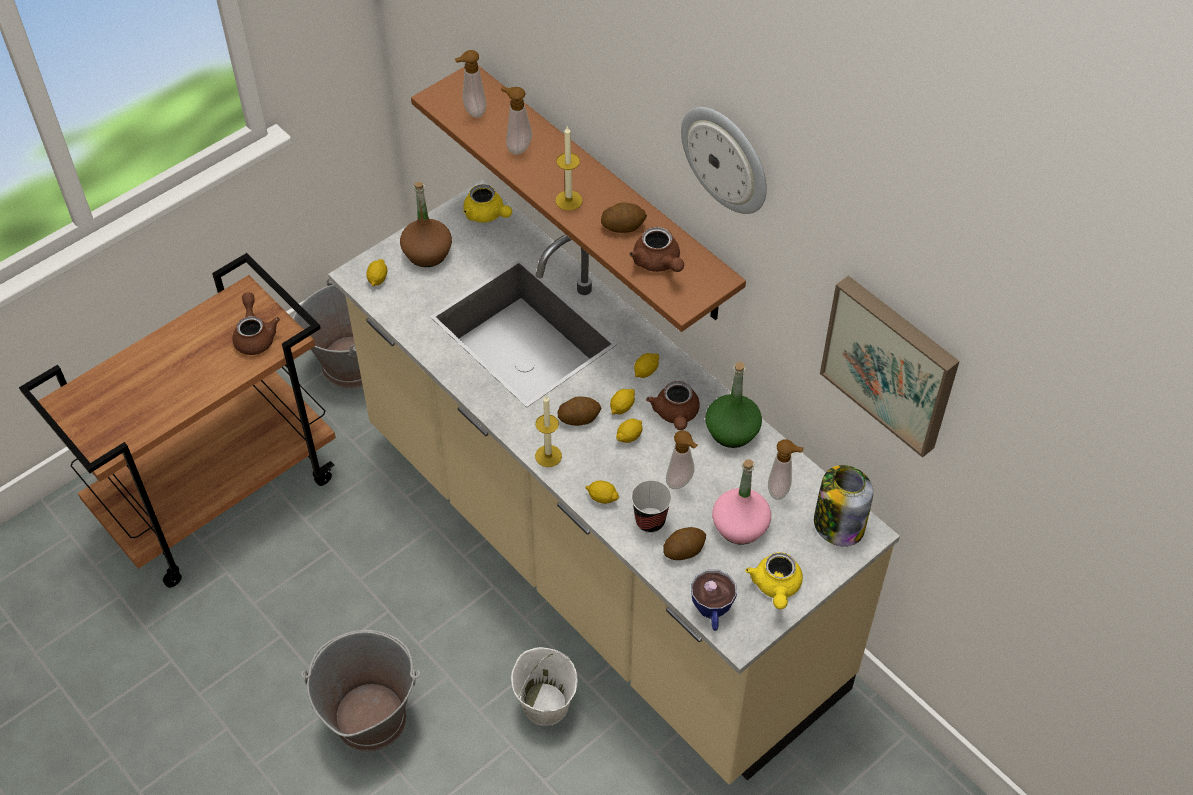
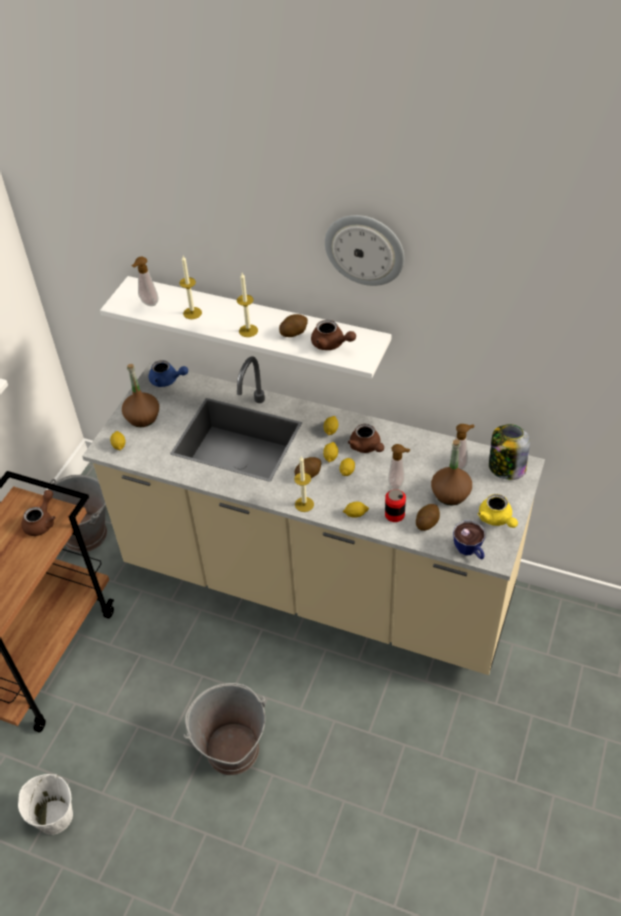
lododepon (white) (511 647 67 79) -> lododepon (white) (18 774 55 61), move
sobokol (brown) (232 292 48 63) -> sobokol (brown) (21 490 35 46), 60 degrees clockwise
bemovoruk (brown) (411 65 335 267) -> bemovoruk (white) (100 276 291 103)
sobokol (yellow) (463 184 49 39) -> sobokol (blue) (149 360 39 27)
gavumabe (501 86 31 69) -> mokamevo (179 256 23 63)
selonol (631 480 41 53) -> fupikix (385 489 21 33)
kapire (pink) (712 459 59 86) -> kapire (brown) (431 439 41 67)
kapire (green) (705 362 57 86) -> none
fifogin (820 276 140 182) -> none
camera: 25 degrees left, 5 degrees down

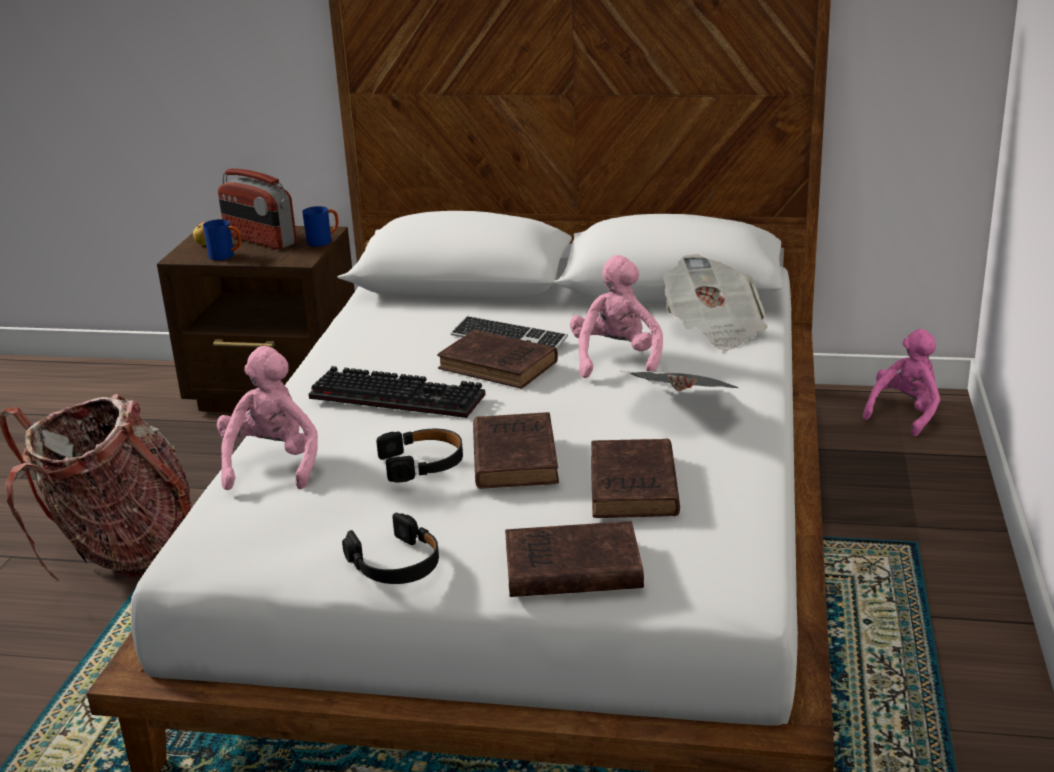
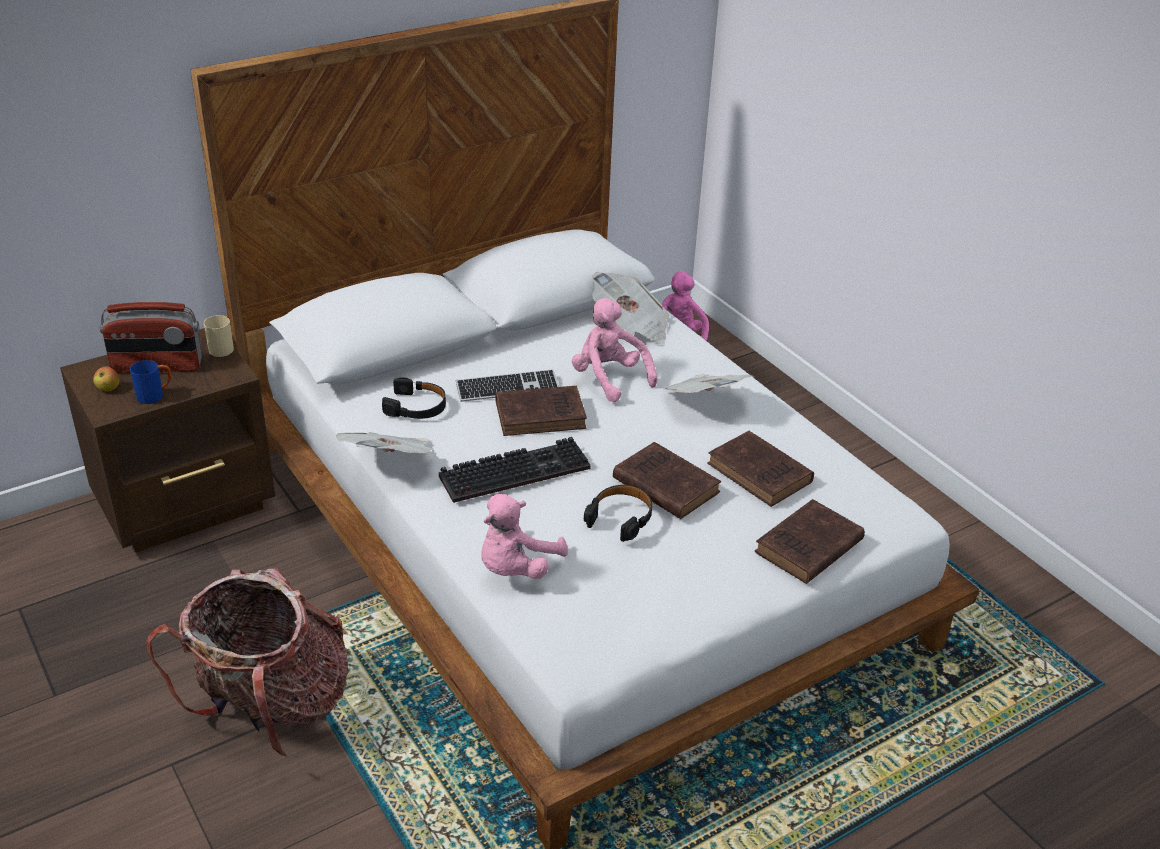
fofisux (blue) (302 206 37 41) -> fofisux (beige) (204 315 30 42)
none -> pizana (336 432 98 22)
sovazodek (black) (342 513 97 71) -> sovazodek (black) (382 378 64 41), move
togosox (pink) (217 346 101 144) -> togosox (pink) (481 494 87 85), 105 degrees counterclockwise
camera: 45 degrees left, 10 degrees up

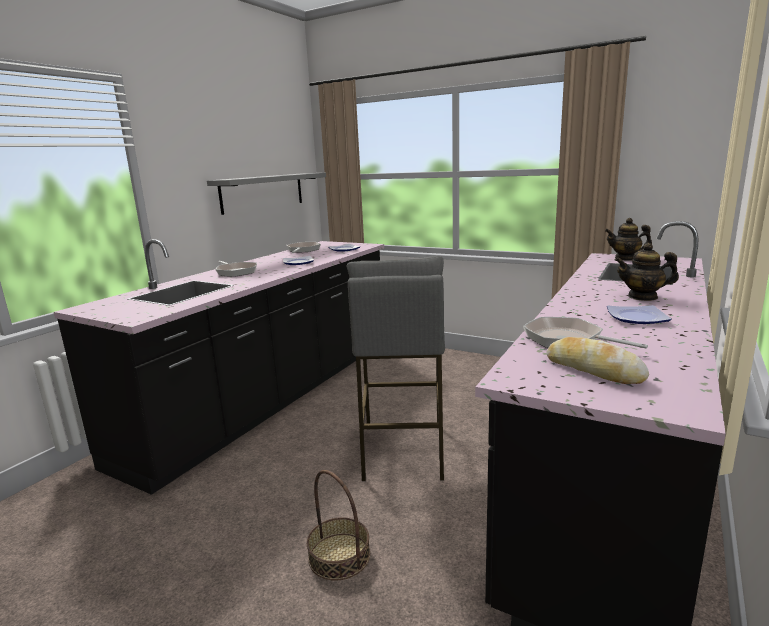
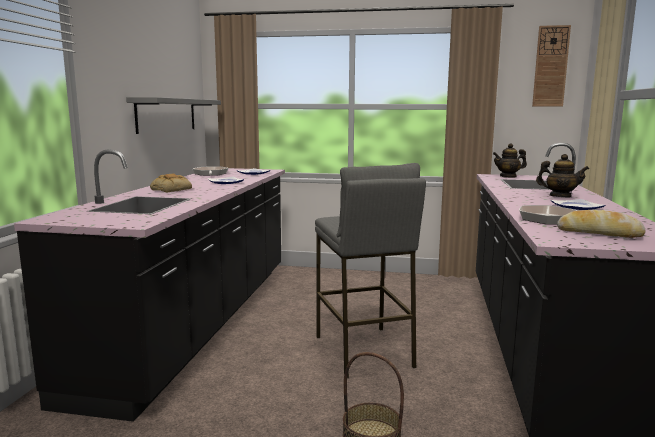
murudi (216 261 41 16) -> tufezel (150 174 42 18)
none -> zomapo (532 25 39 81)
sobokol (614 243 65 58) -> sobokol (536 154 53 43), 150 degrees counterclockwise
camera: 20 degrees left, 5 degrees down

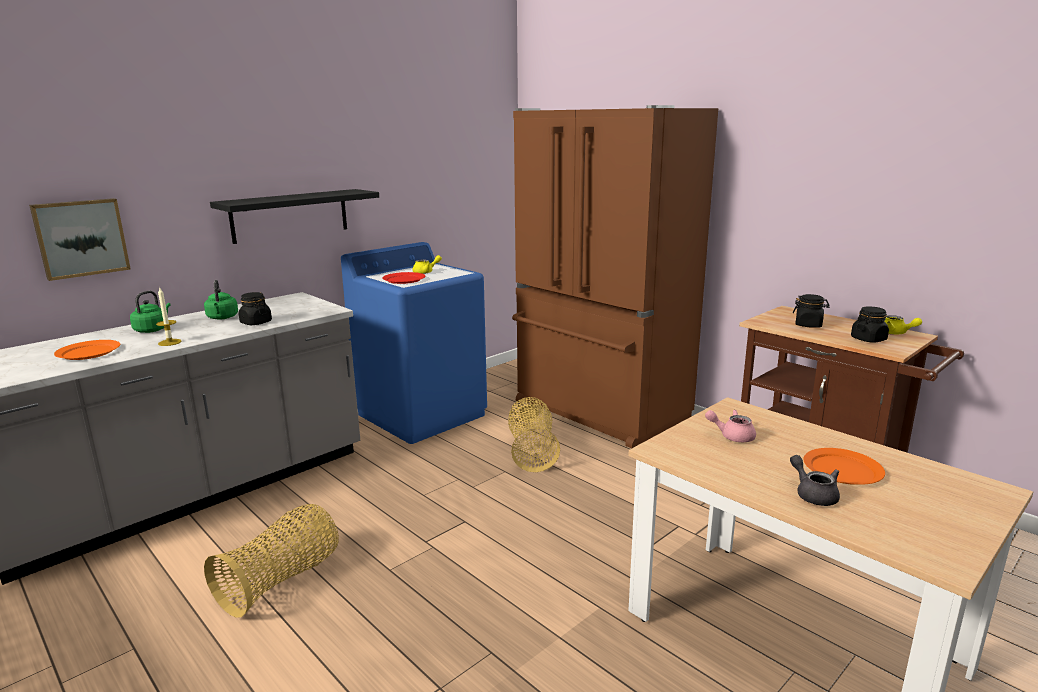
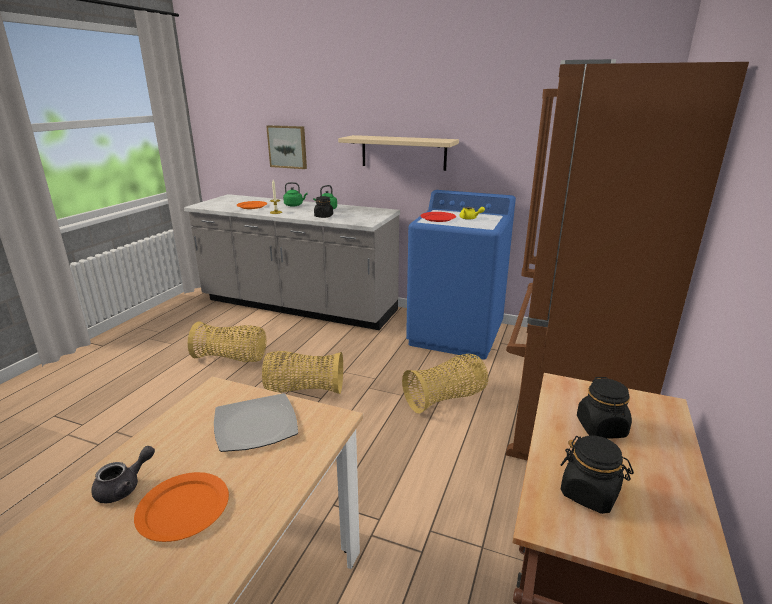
sobokol (pink) (705 410 51 32) -> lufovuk (214 393 84 59)
none -> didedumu (262 351 81 43)
bemovoruk (black) (210 189 169 55) -> bemovoruk (beige) (338 135 121 36)
sobokol (yellow) (884 315 38 20) -> none
camera: 65 degrees right, 5 degrees up

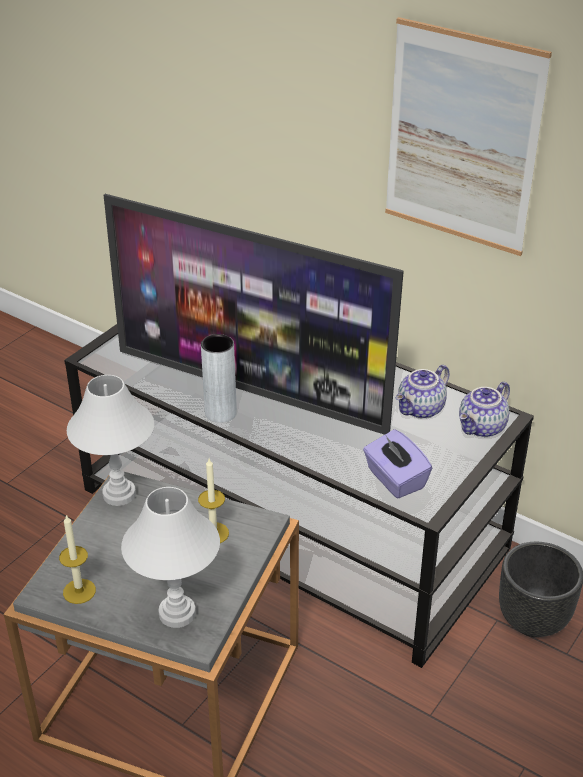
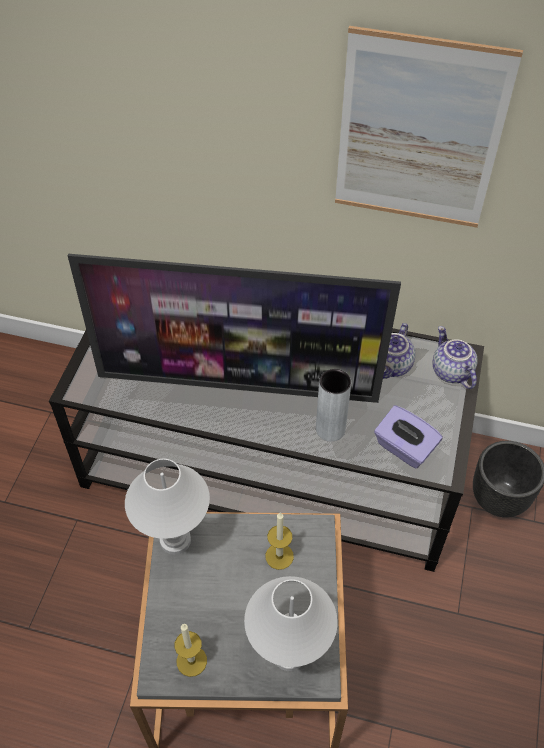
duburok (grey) (201 334 36 89) -> duburok (grey) (316 369 35 73), move
sobokol (459 382 51 56) -> sobokol (432 326 46 63), 135 degrees clockwise
camera: 20 degrees left, 15 degrees up

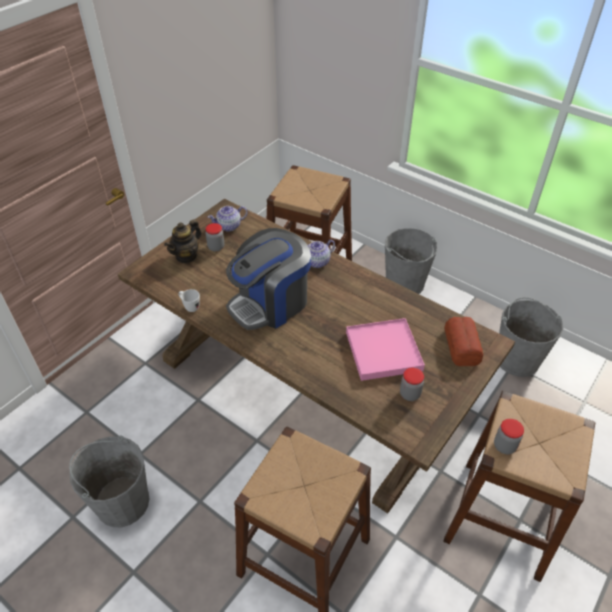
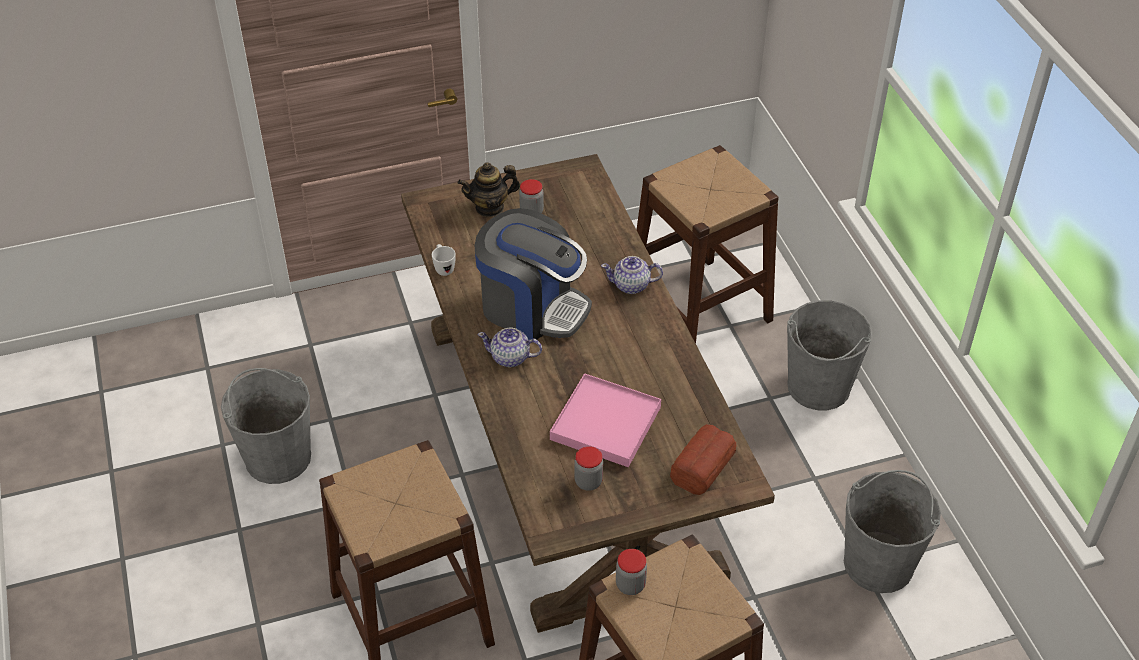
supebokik (226 228 85 102) -> supebokik (474 208 118 132), 150 degrees counterclockwise
sobokol (208 206 40 25) -> sobokol (478 328 64 39), move
camera: 35 degrees right, 0 degrees up

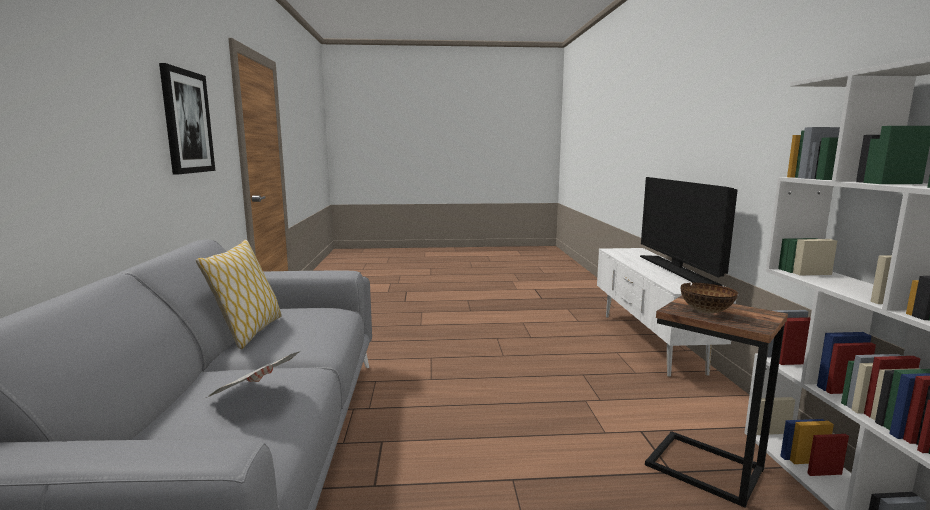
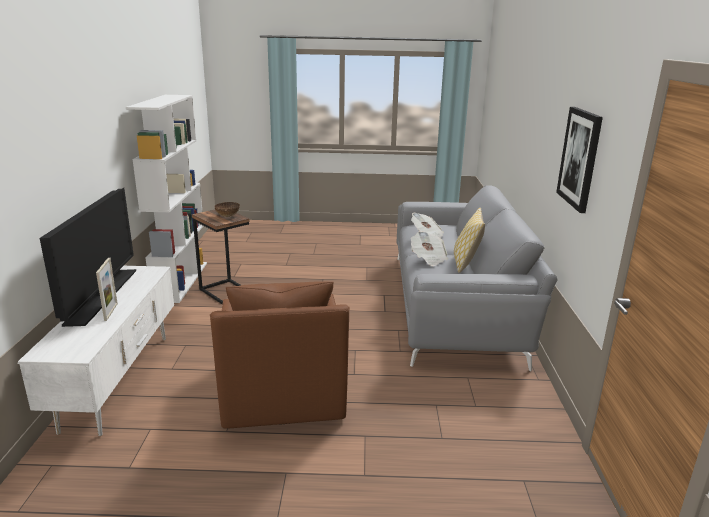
none -> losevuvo (96 258 22 63)
none -> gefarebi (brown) (210 281 140 148)
none -> pizana (411 231 37 35)
camera: 175 degrees left, 10 degrees up

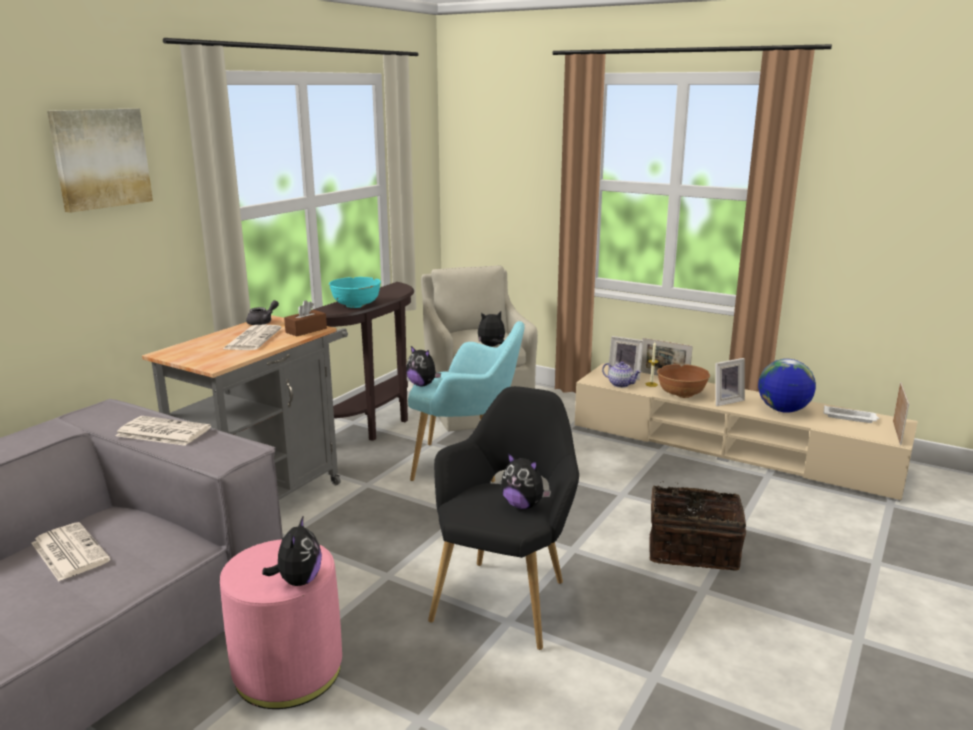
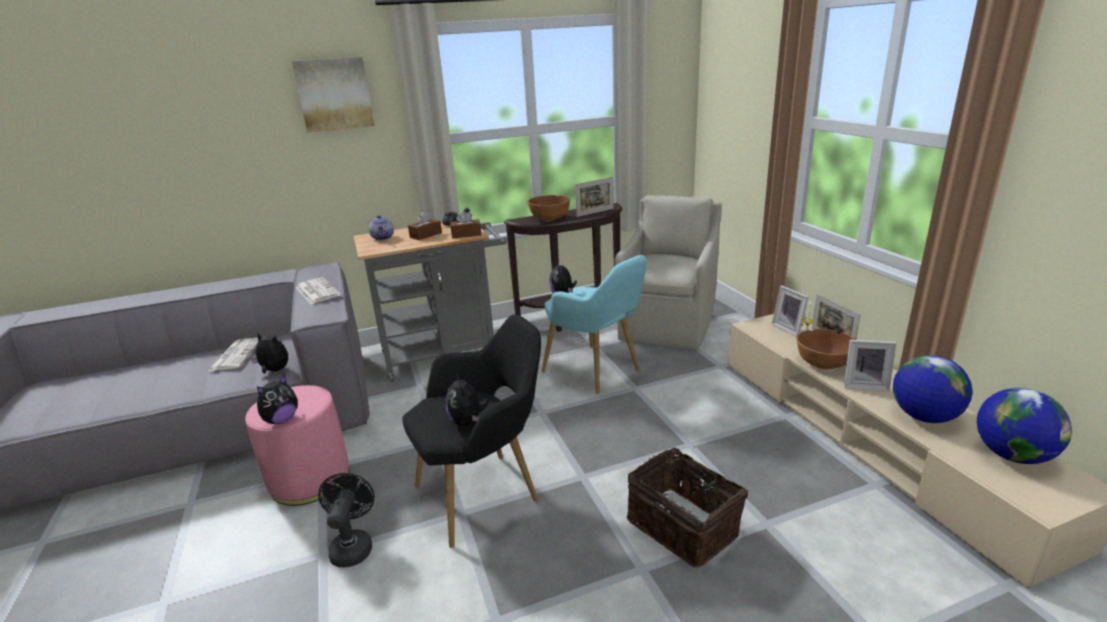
togosox (478 311 27 35) -> togosox (251 333 37 40), move
none -> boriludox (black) (318 473 57 94)
sobokol (602 361 39 27) -> sobokol (369 215 25 25), move
pizana (223 325 59 25) -> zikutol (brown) (408 211 34 29)
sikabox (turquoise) (329 277 52 31) -> sikabox (brown) (527 195 43 27)
losevuvo (893 382 16 63) -> losevuvo (575 177 39 40), move
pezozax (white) (824 405 55 18) -> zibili (977 388 95 76)
camera: 40 degrees right, 5 degrees up

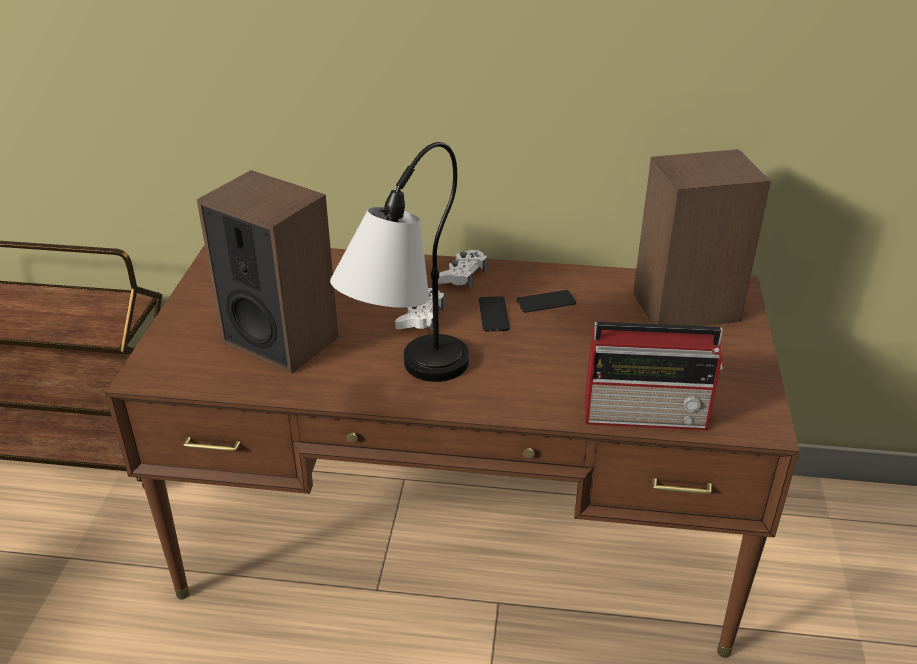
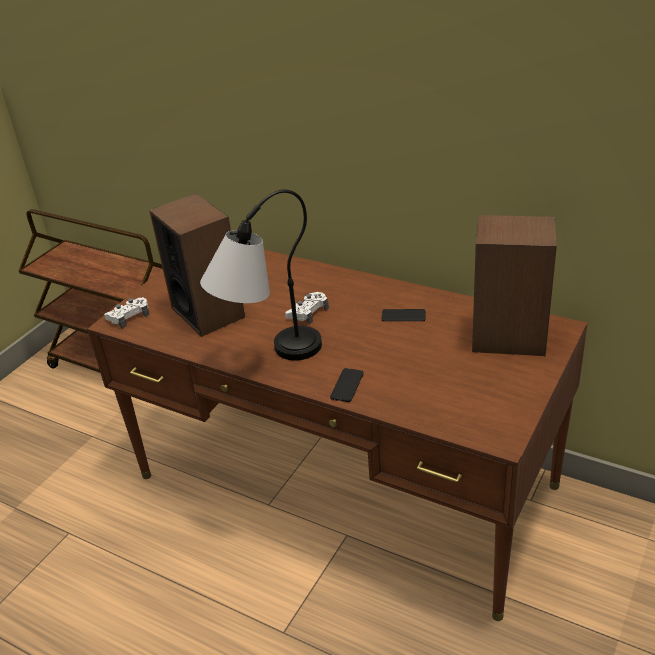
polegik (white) (438 250 50 40) -> polegik (white) (104 297 45 31), move
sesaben (479 296 31 35) -> sesaben (330 368 34 34), move
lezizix (585 322 138 108) -> none
camera: 25 degrees right, 0 degrees up

